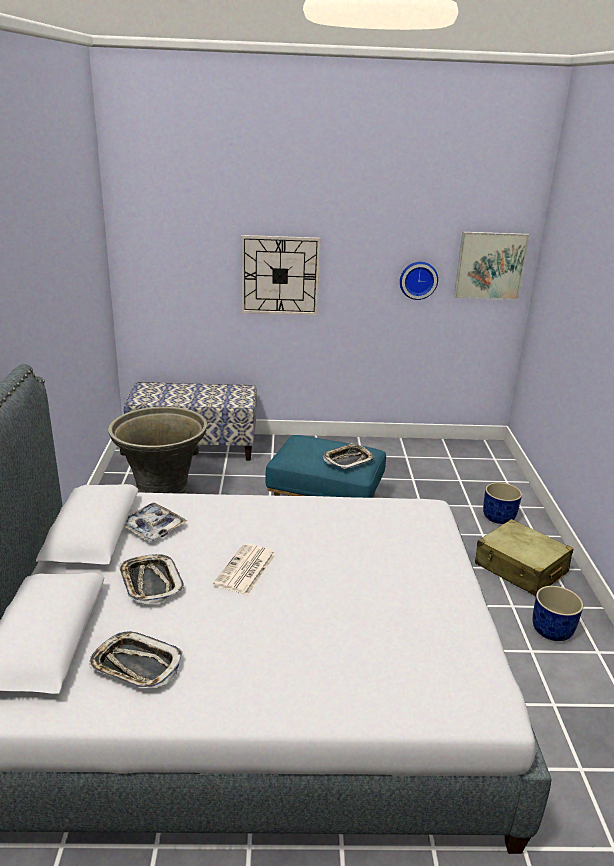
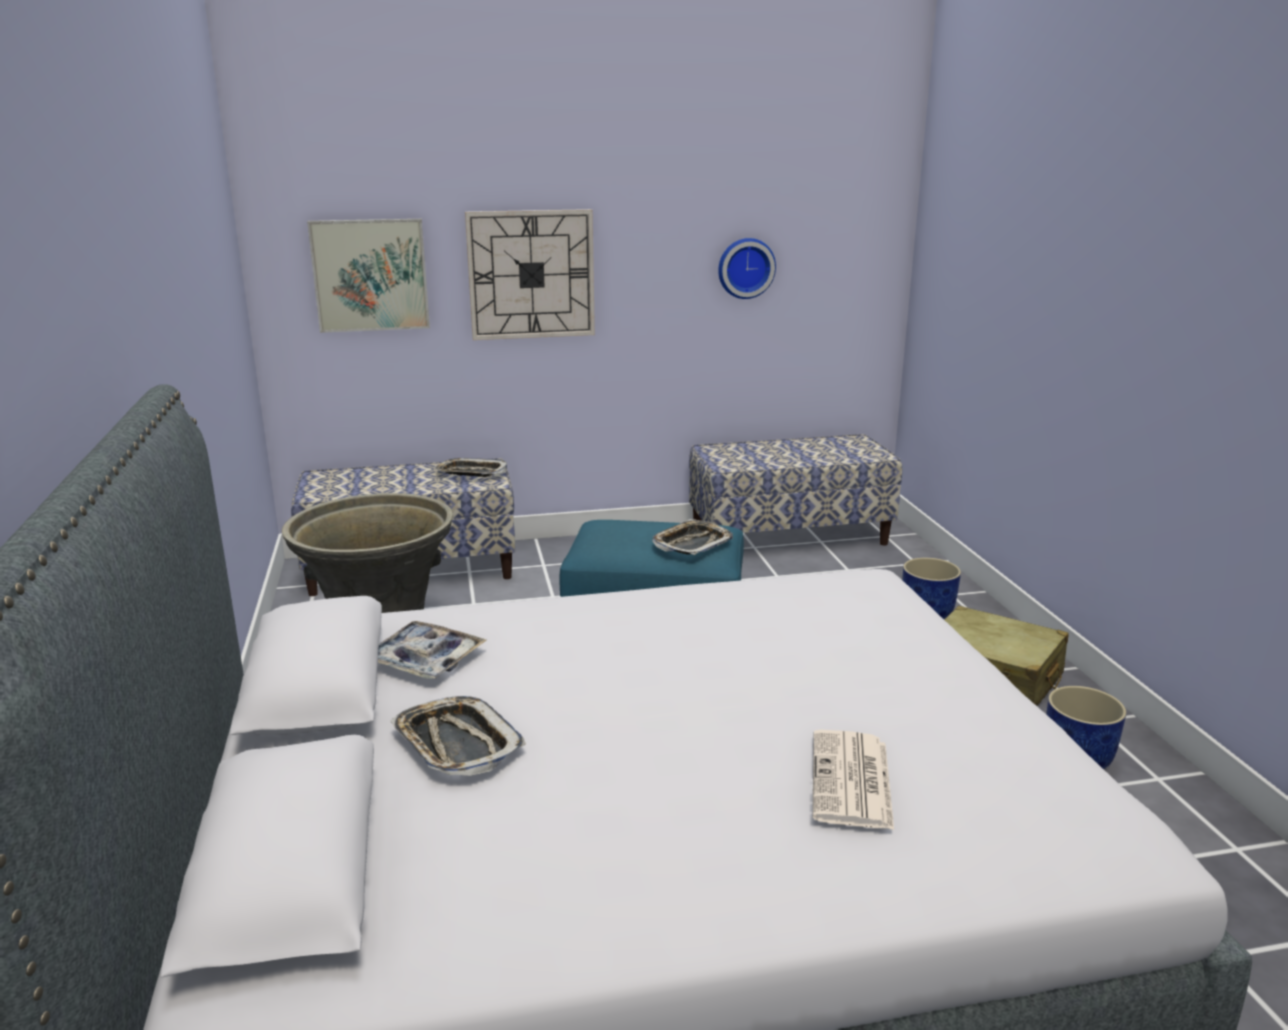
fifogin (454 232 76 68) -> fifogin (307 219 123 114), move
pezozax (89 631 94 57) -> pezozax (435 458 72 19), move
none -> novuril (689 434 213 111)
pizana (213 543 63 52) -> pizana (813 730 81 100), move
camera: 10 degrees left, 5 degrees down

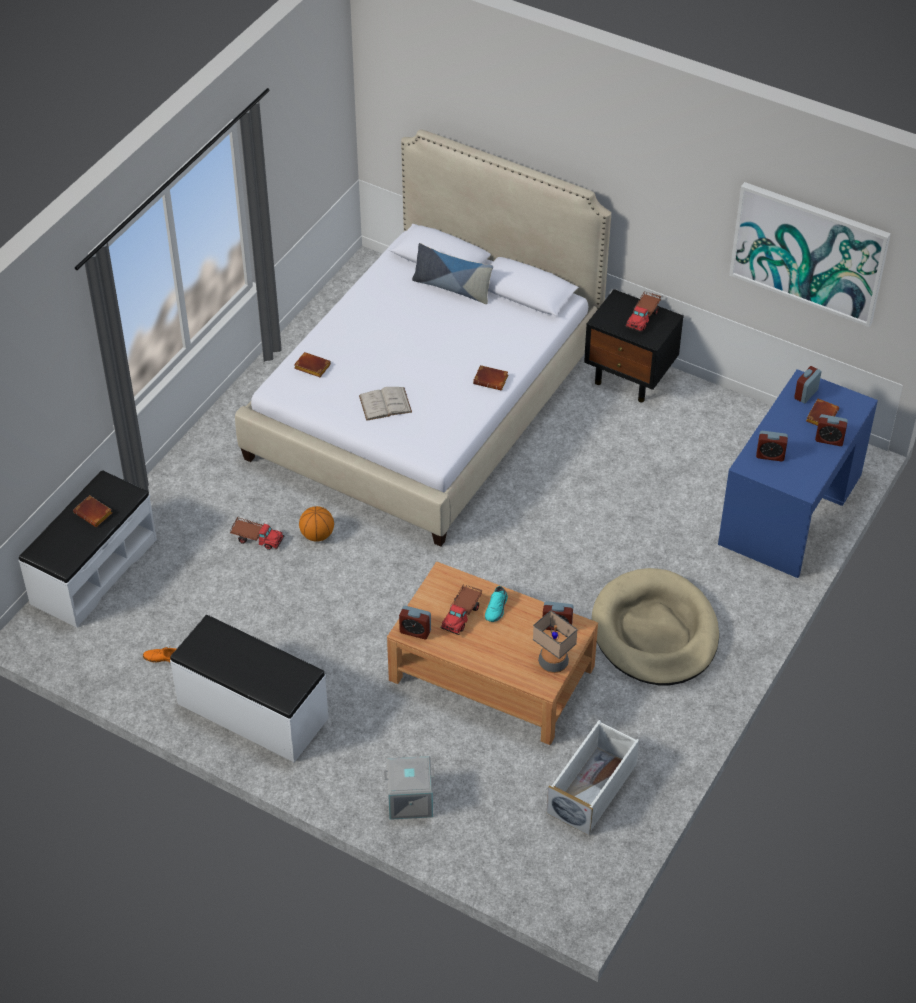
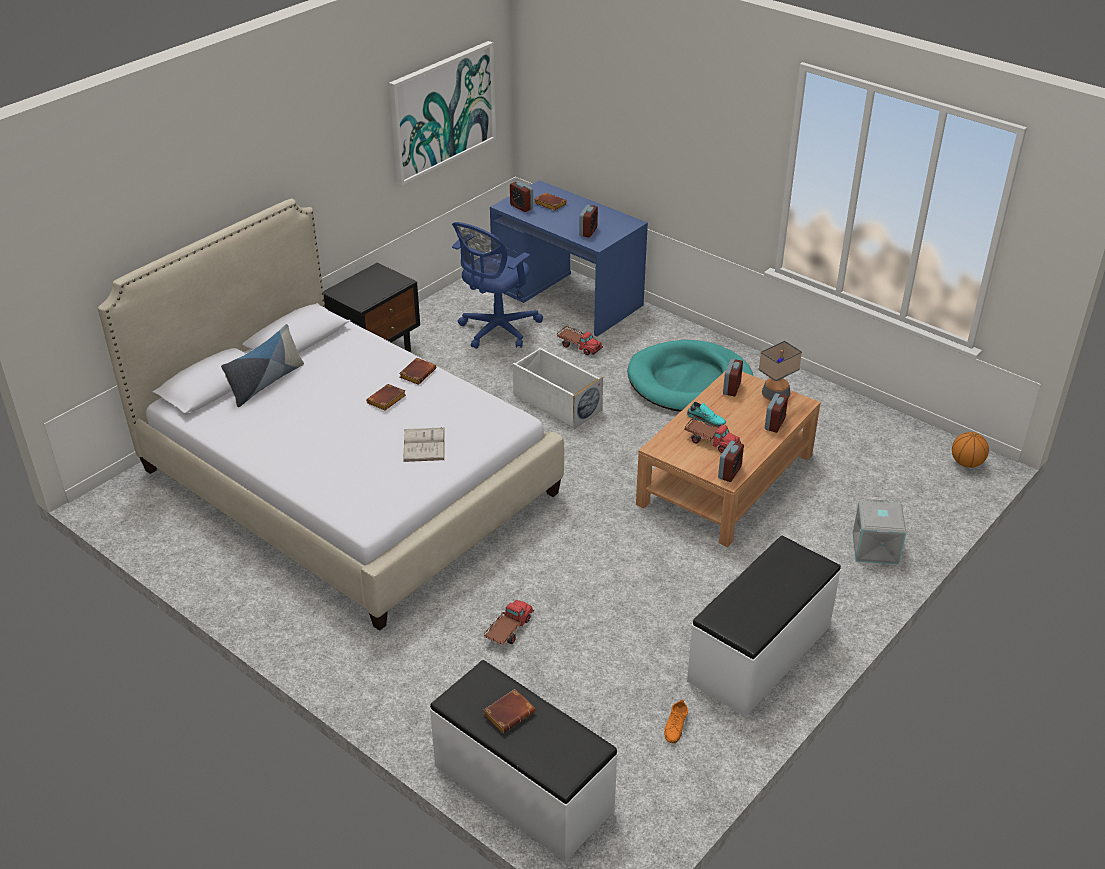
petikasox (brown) (294 352 37 25) -> petikasox (brown) (366 384 40 26), move
none -> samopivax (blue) (452 222 91 127)
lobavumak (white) (547 720 92 116) -> lobavumak (white) (513 347 90 82), move
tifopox (625 292 36 40) -> tifopox (557 326 46 29), move
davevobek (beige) (592 568 127 117) -> davevobek (turquoise) (627 340 126 72)
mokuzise (815 414 33 32) -> mokuzise (765 393 23 40), move
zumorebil (299 506 35 36) -> zumorebil (952 432 37 36), move
camera: 80 degrees left, 10 degrees down

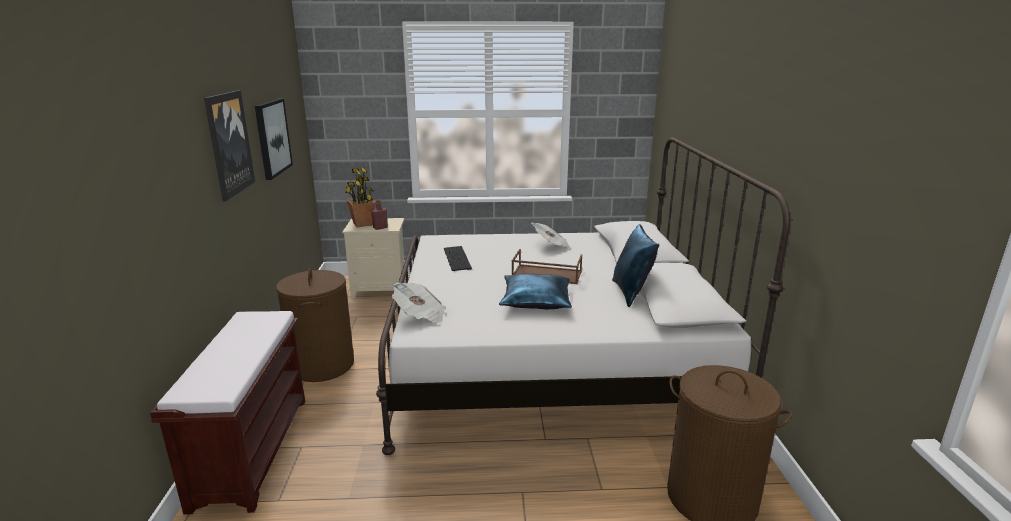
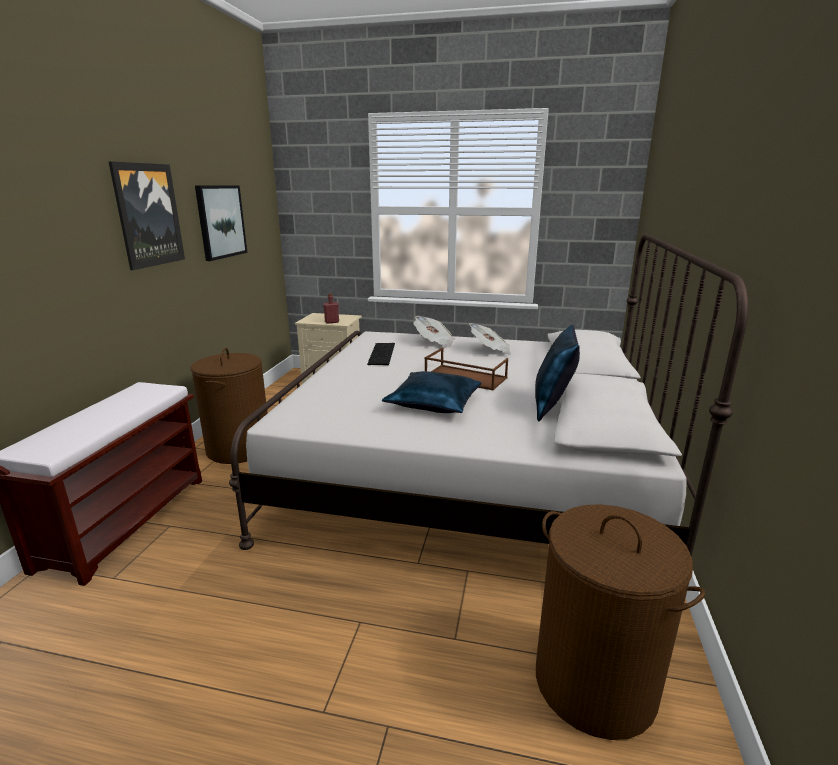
pizana (392 282 54 42) -> pizana (413 316 42 32), move
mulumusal (345 167 30 60) -> none
camera: 15 degrees right, 0 degrees up

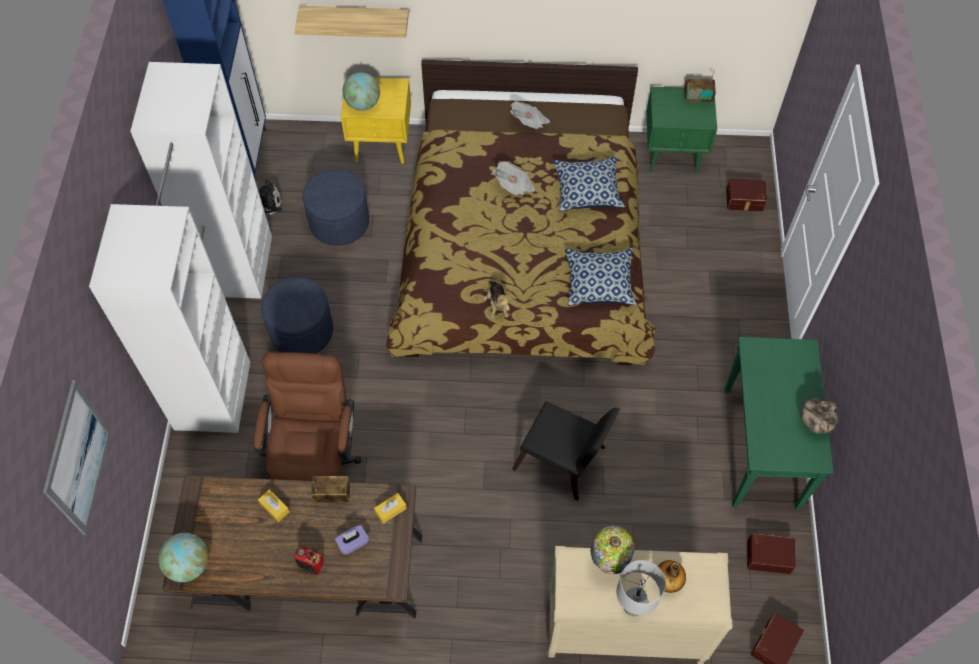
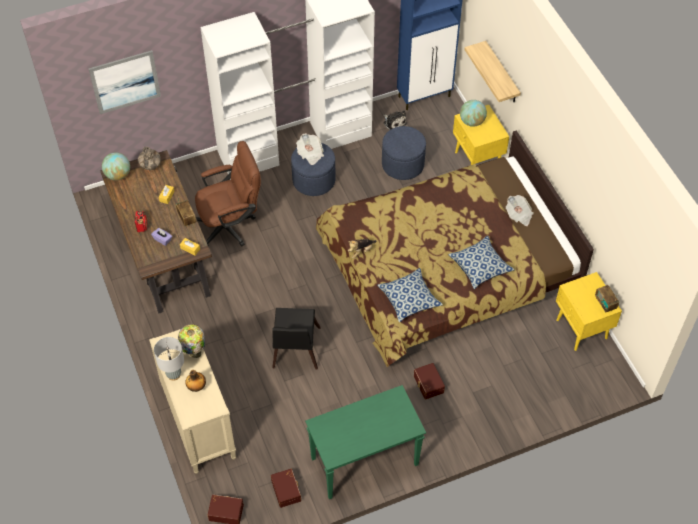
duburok (801 398 37 36) -> duburok (138 146 23 24), move
pizana (493 161 42 34) -> pizana (296 133 28 32), move
lobavumak (brown) (726 179 41 32) -> lobavumak (brown) (414 363 31 37), move
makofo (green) (646 87 71 87) -> makofo (yellow) (556 272 66 79)
camera: 65 degrees right, 5 degrees down

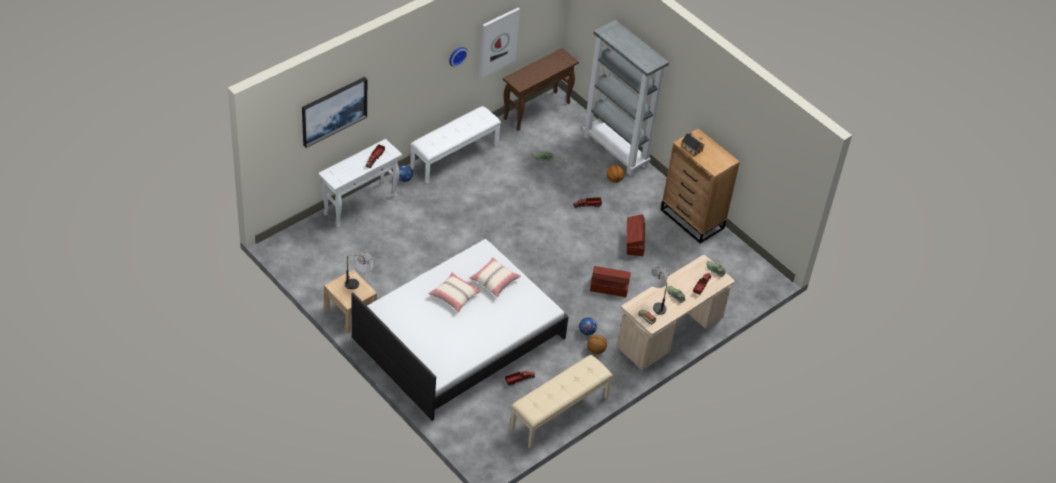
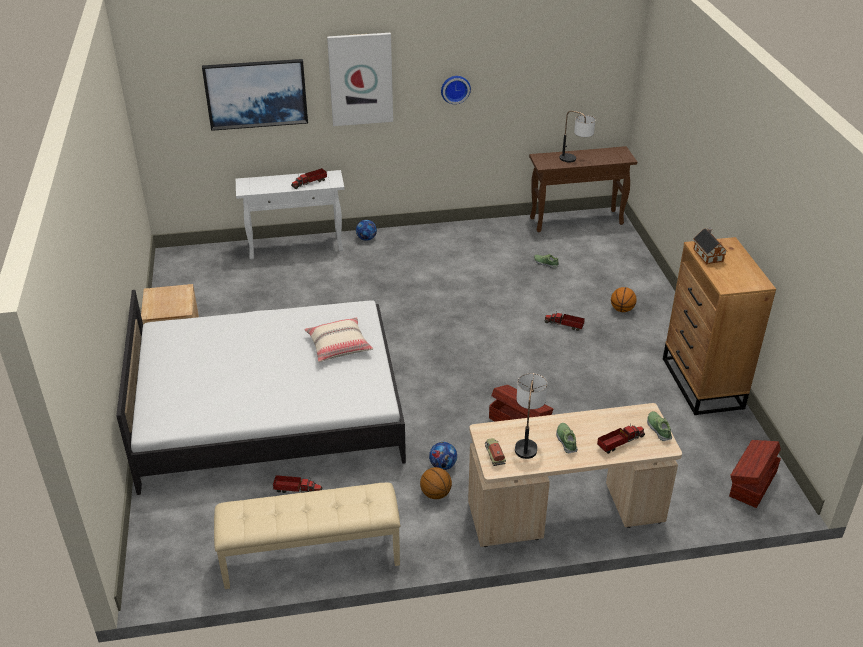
fifogin (479 8 41 70) -> fifogin (327 33 66 93), move
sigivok (345 252 28 37) -> sigivok (560 111 35 51), move
lobavumak (brown) (626 214 19 42) -> lobavumak (brown) (729 440 52 68), move
novuril (white) (410 106 91 77) -> none
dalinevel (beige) (428 272 53 40) -> none
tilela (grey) (582 20 87 156) -> none
camera: 35 degrees right, 10 degrees down

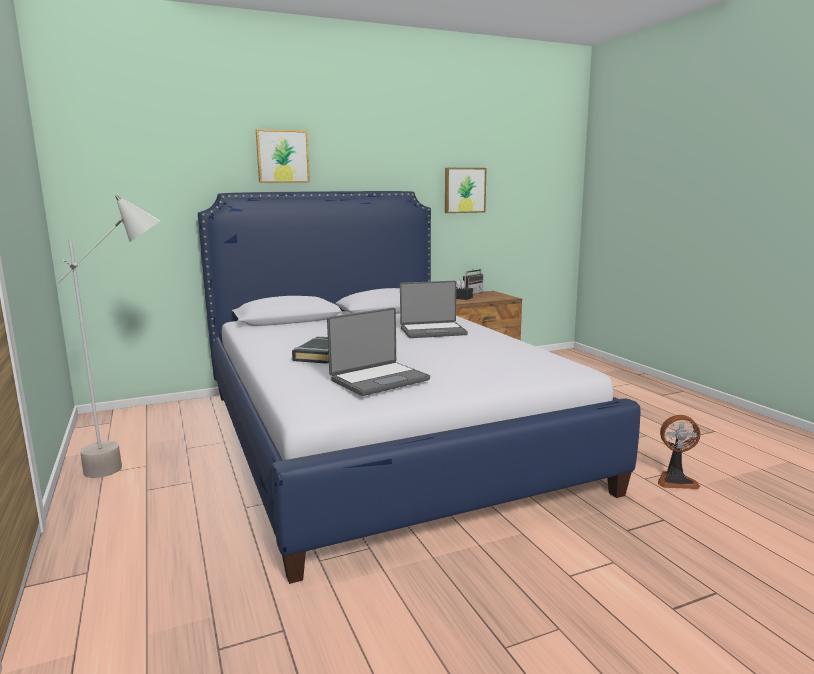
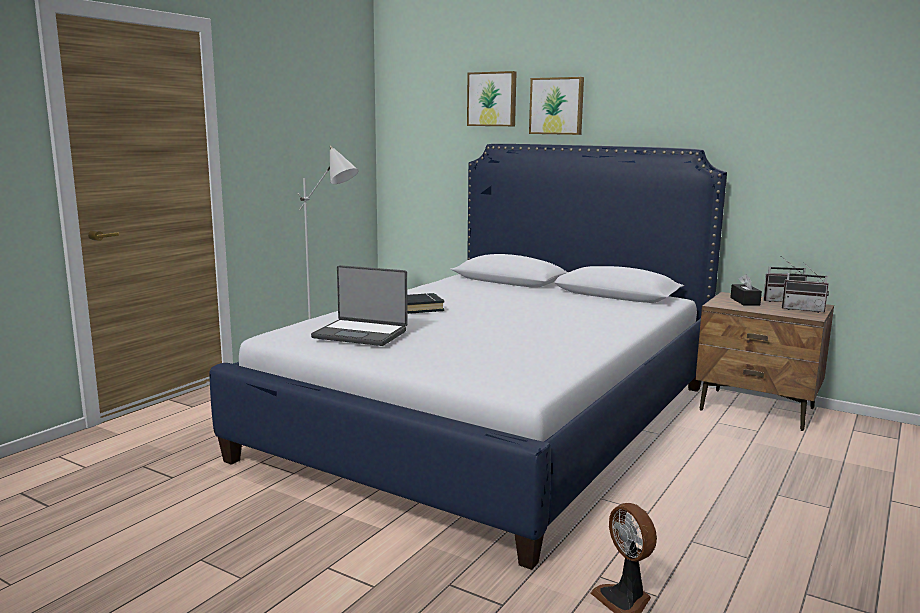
fifogin (445 168 41 45) -> fifogin (467 71 50 55), move
none -> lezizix (782 262 47 51)
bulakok (400 281 68 57) -> none
camera: 55 degrees right, 0 degrees up

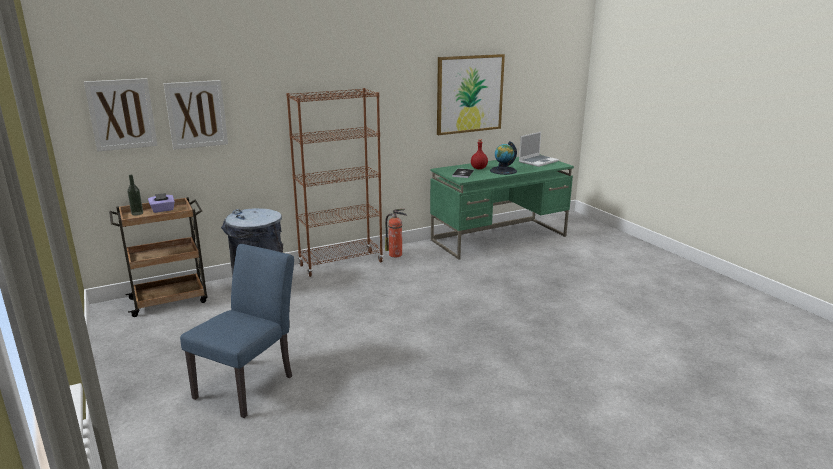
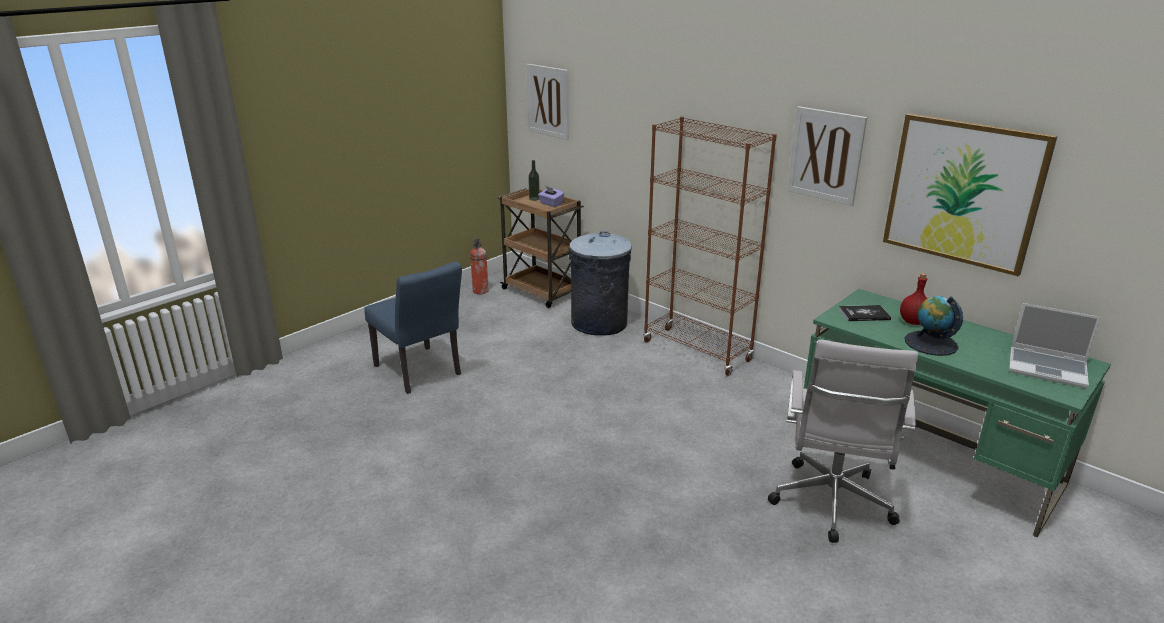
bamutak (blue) (180 244 114 174) -> bamutak (blue) (364 261 98 133), 45 degrees clockwise
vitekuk (385 209 22 48) -> vitekuk (470 238 19 56), move
none -> samopivax (white) (768 339 150 204)
fifogin (164 80 64 70) -> fifogin (787 106 80 100), move
camera: 70 degrees right, 5 degrees up

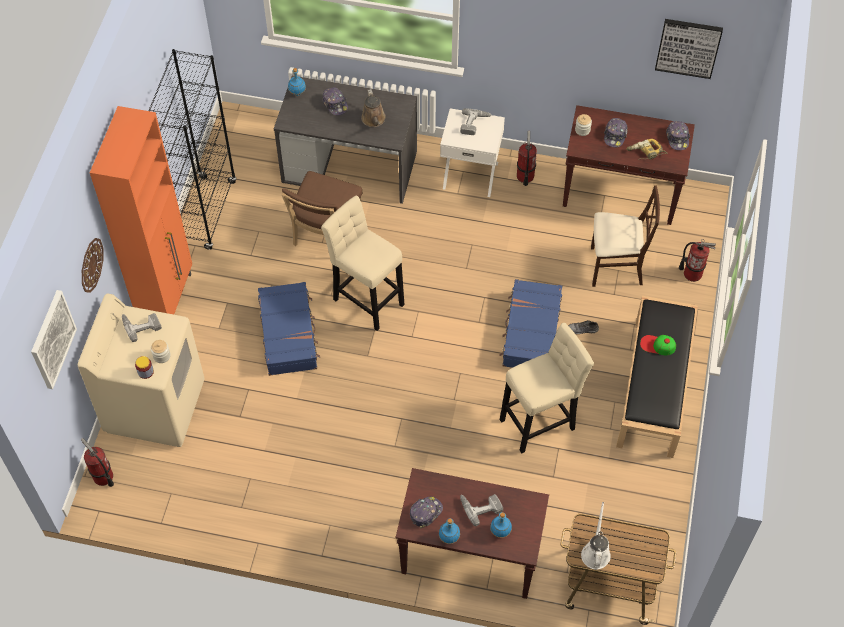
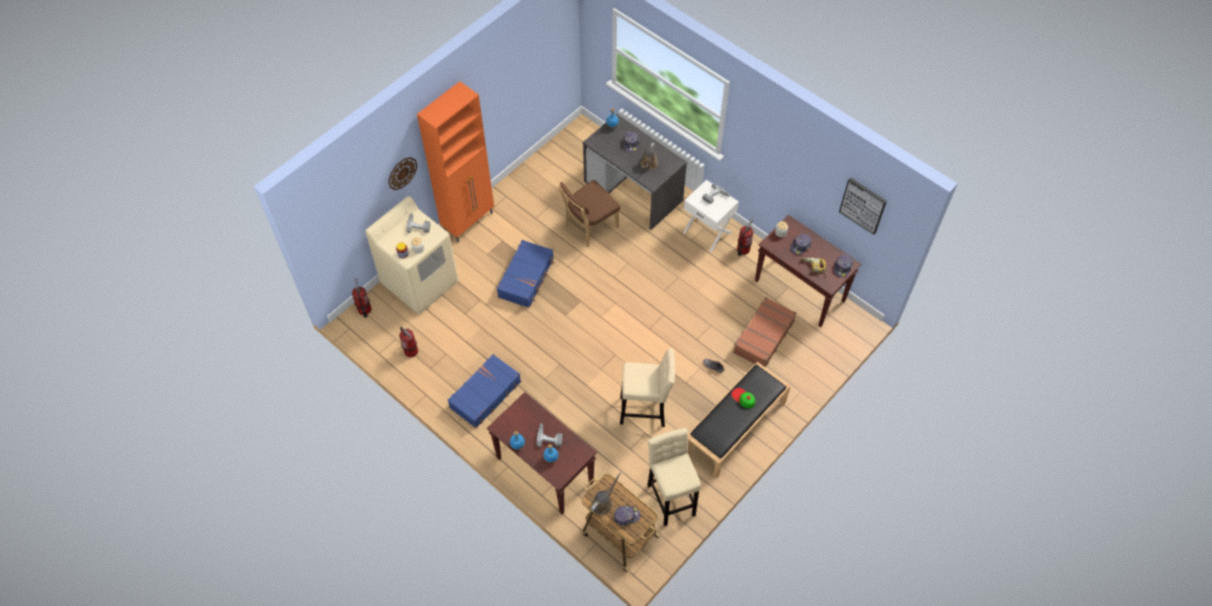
vitekuk (679 239 37 43) -> vitekuk (399 327 19 30), move
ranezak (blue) (500 279 62 89) -> ranezak (blue) (448 354 73 74), move
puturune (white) (581 502 30 68) -> puturune (brown) (591 472 30 43)
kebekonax (410 497 33 32) -> kebekonax (614 505 26 21), move
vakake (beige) (321 196 83 135) -> vakake (beige) (647 428 54 98), move
bamutak (beige) (591 185 69 102) -> ranezak (brown) (733 297 64 70)
fifogin (31 290 46 99) -> none
tilela (black) (149 49 87 201) -> none
camera: 30 degrees right, 0 degrees up

